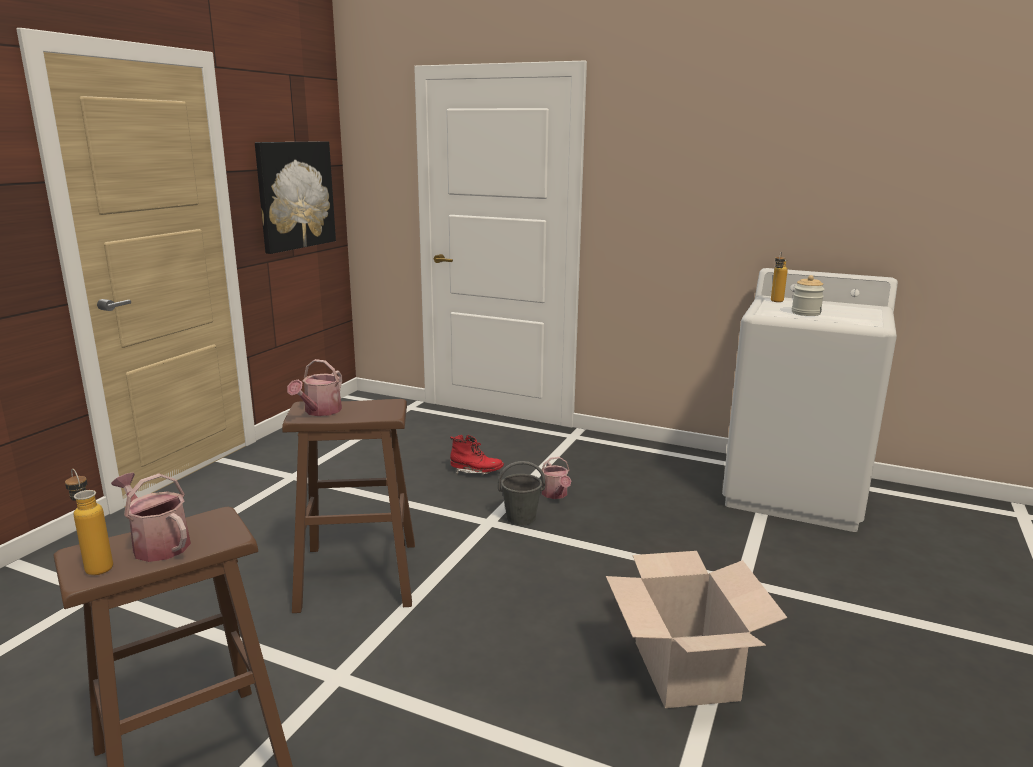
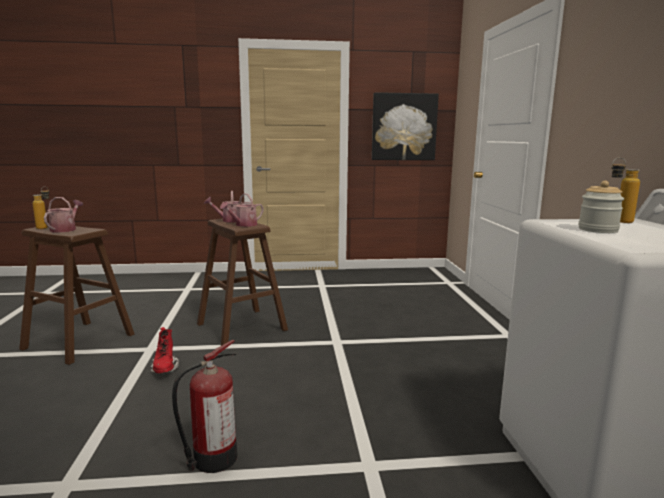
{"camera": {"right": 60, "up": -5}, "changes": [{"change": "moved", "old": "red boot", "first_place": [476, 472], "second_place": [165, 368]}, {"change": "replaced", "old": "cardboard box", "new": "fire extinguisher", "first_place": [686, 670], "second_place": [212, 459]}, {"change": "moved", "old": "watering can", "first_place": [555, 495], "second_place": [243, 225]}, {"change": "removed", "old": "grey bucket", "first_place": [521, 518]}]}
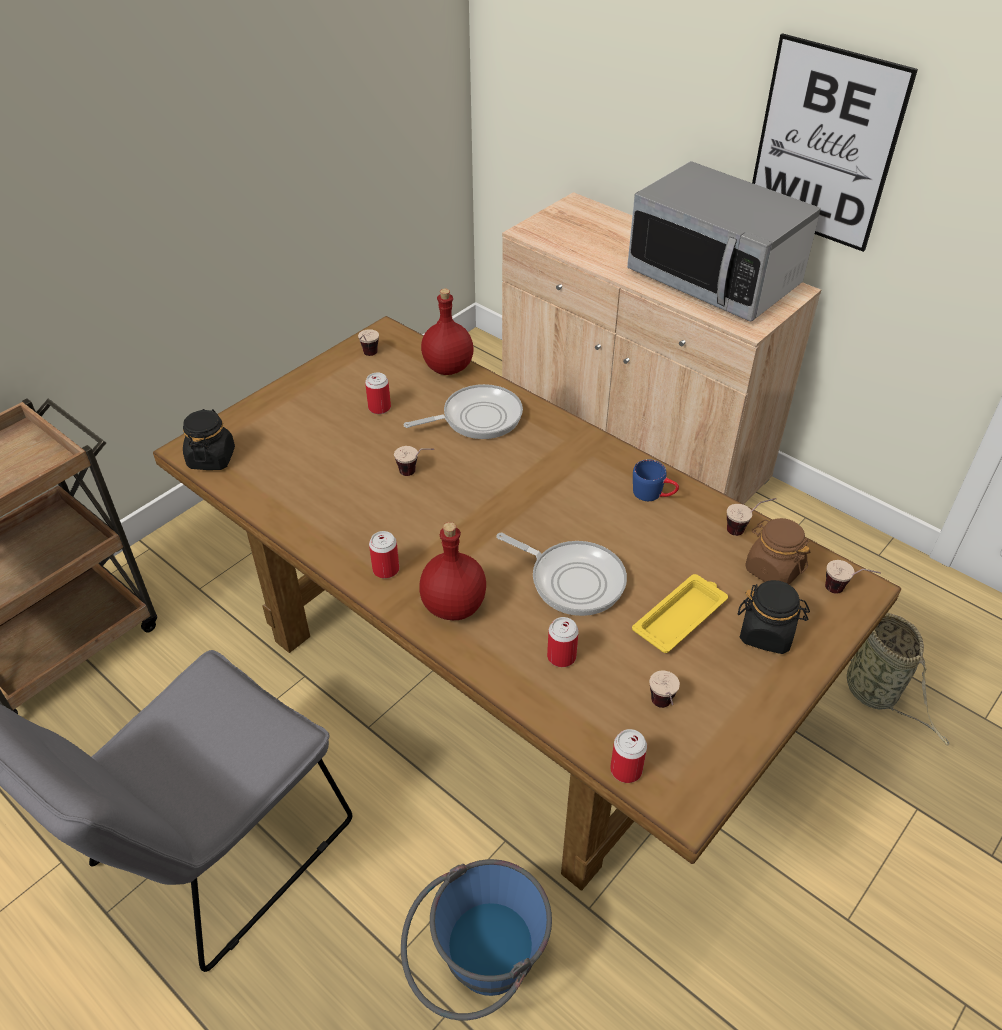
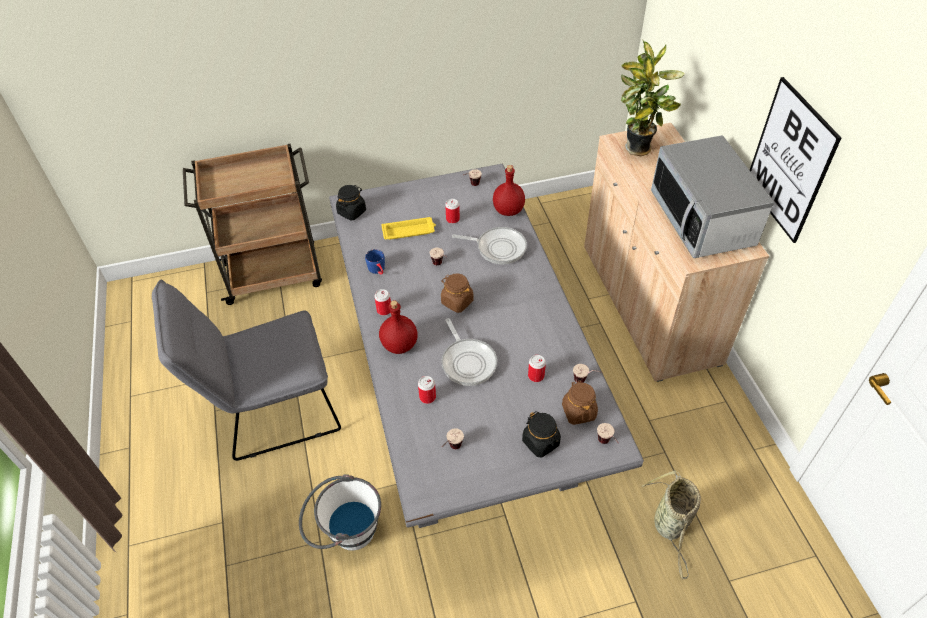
{"camera": {"right": 35, "up": 5}, "changes": [{"change": "recoloured", "old": "blue bucket", "new": "white bucket", "first_place": [477, 968], "second_place": [344, 531]}, {"change": "recoloured", "old": "brown dining table", "new": "grey dining table", "first_place": [497, 673], "second_place": [464, 396]}, {"change": "moved", "old": "blue mug", "first_place": [654, 494], "second_place": [378, 270]}, {"change": "moved", "old": "yellow tray", "first_place": [681, 617], "second_place": [409, 231]}, {"change": "added", "new": "brown jar", "second_place": [457, 302]}, {"change": "moved", "old": "can", "first_place": [626, 770], "second_place": [536, 376]}, {"change": "added", "new": "potted plant", "second_place": [638, 150]}]}
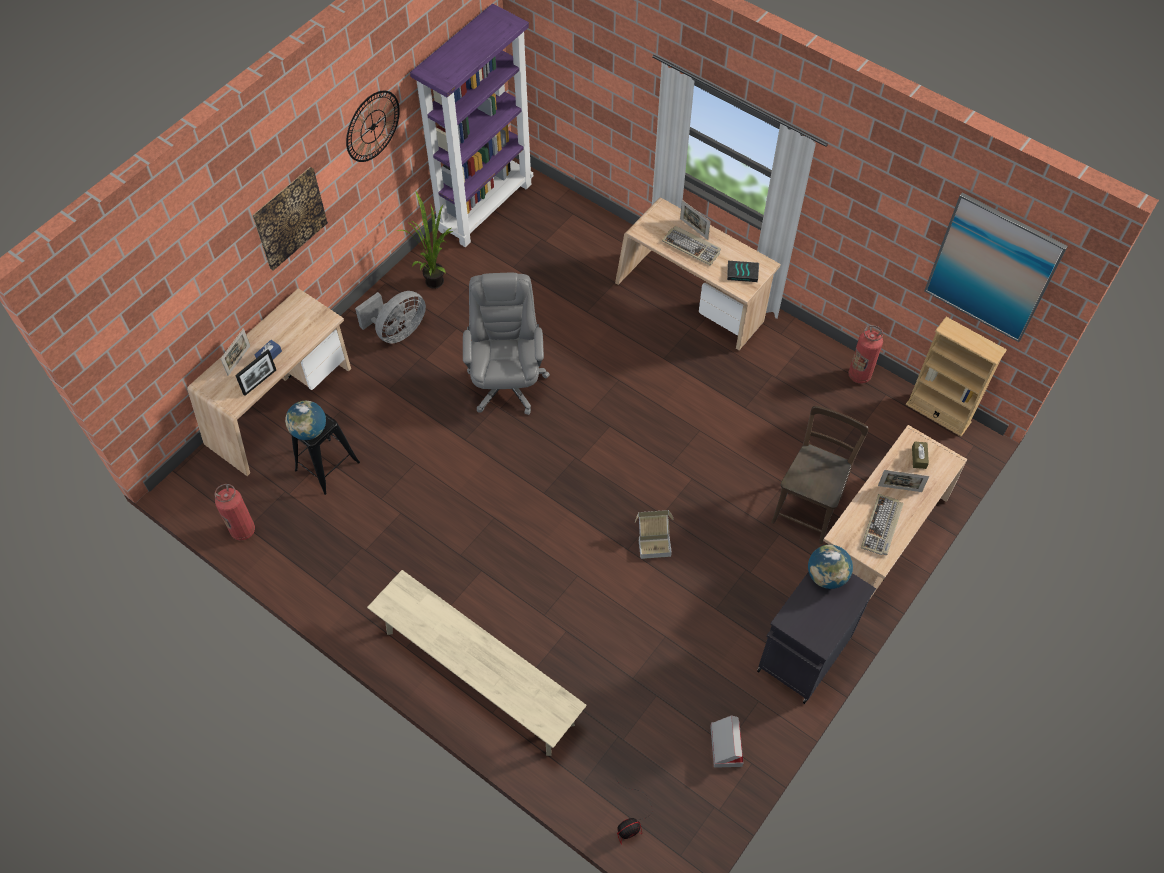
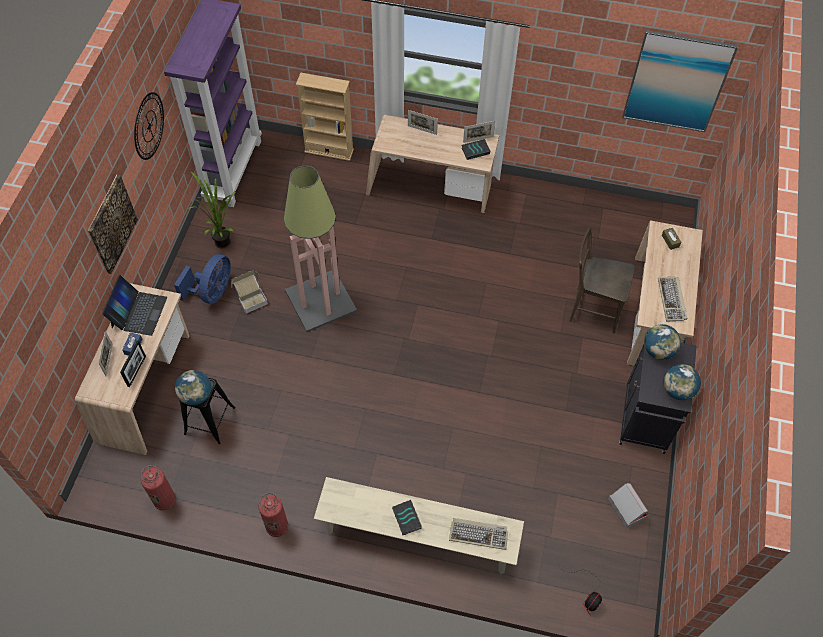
{"camera": {"right": -25, "up": 0}, "changes": [{"change": "added", "new": "laptop", "second_place": [138, 312]}, {"change": "recoloured", "old": "grey fan", "new": "blue fan", "first_place": [397, 331], "second_place": [212, 292]}, {"change": "moved", "old": "cardboard box", "first_place": [653, 541], "second_place": [251, 298]}, {"change": "moved", "old": "fire extinguisher", "first_place": [859, 375], "second_place": [277, 527]}, {"change": "replaced", "old": "grey office chair", "new": "floor lamp", "first_place": [507, 382], "second_place": [321, 300]}, {"change": "moved", "old": "beige bookcase", "first_place": [938, 413], "second_place": [329, 150]}, {"change": "added", "new": "book", "second_place": [407, 518]}, {"change": "moved", "old": "keyboard", "first_place": [692, 247], "second_place": [479, 534]}, {"change": "moved", "old": "picture frame", "first_place": [899, 488], "second_place": [478, 139]}, {"change": "turned", "old": "brown chair", "first_place": [808, 506], "second_place": [592, 309], "degrees": -75}, {"change": "added", "new": "globe", "second_place": [677, 390]}]}
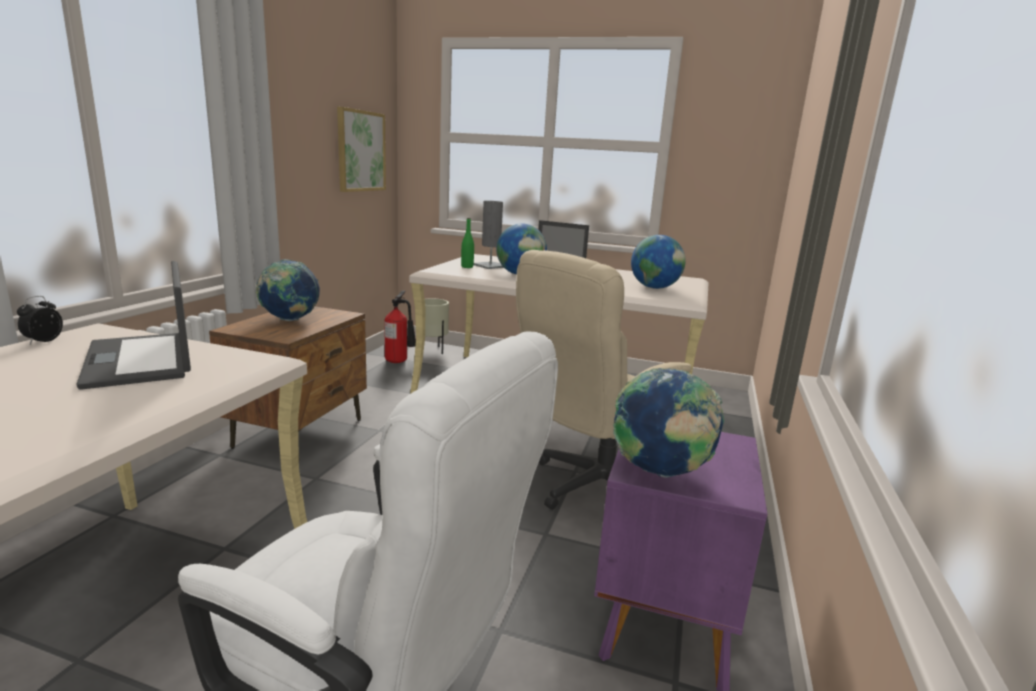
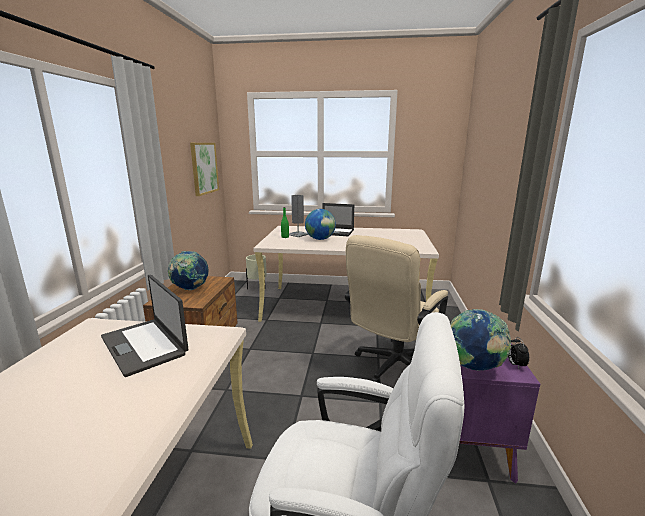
{"camera": {"right": -10, "up": 0}, "changes": [{"change": "moved", "old": "alarm clock", "first_place": [43, 341], "second_place": [515, 365]}, {"change": "removed", "old": "fire extinguisher", "first_place": [400, 362]}, {"change": "removed", "old": "globe", "first_place": [654, 288]}]}
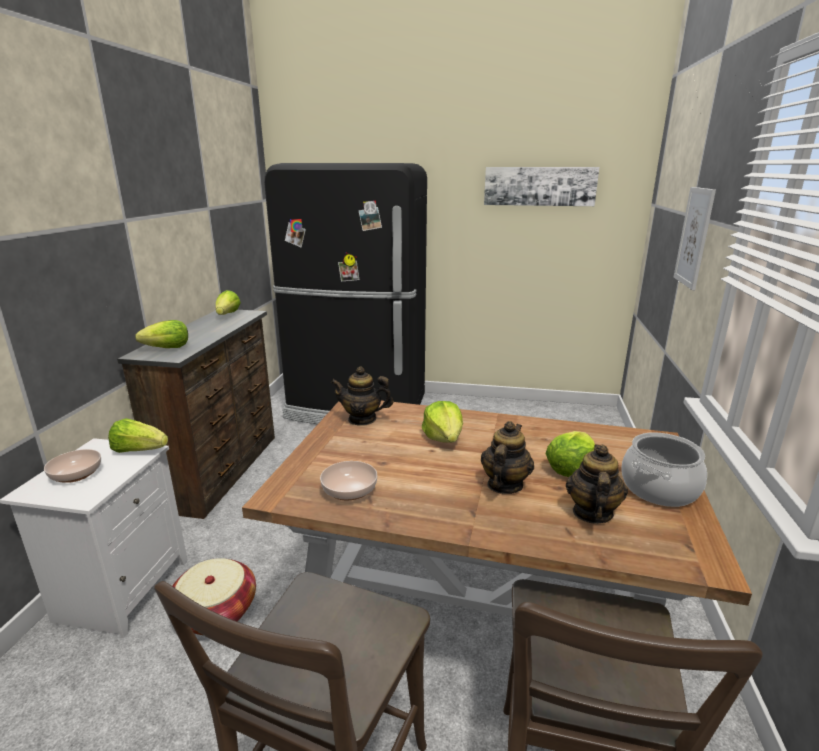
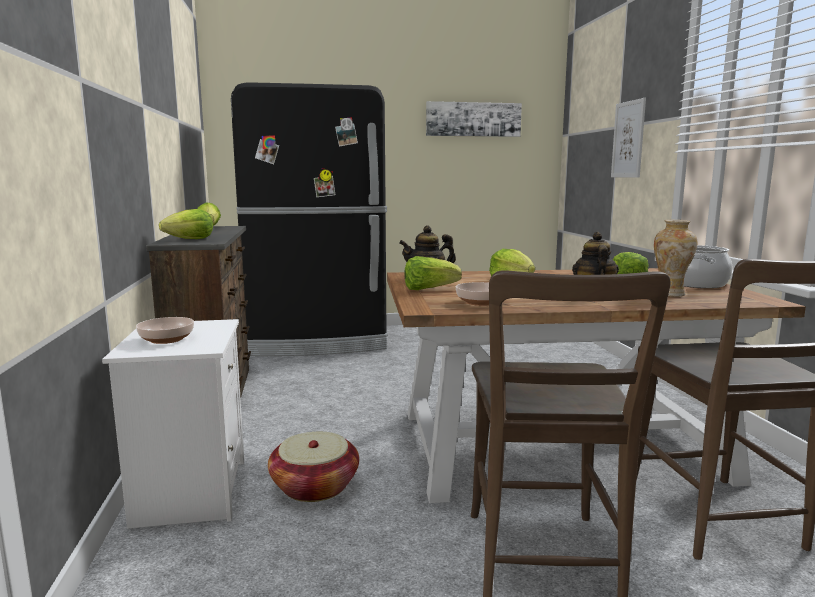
{"camera": {"right": -20, "up": -10}, "changes": [{"change": "moved", "old": "lettuce", "first_place": [139, 450], "second_place": [429, 289]}, {"change": "replaced", "old": "teapot", "new": "vase", "first_place": [591, 513], "second_place": [670, 294]}]}
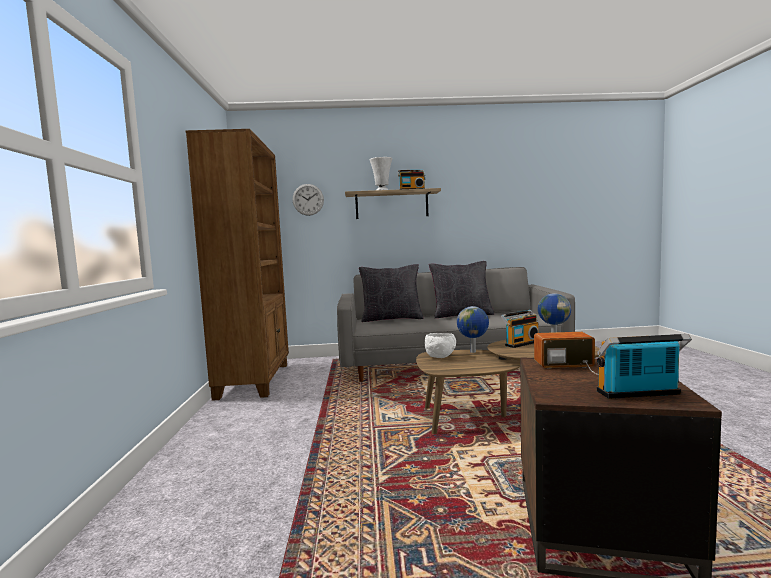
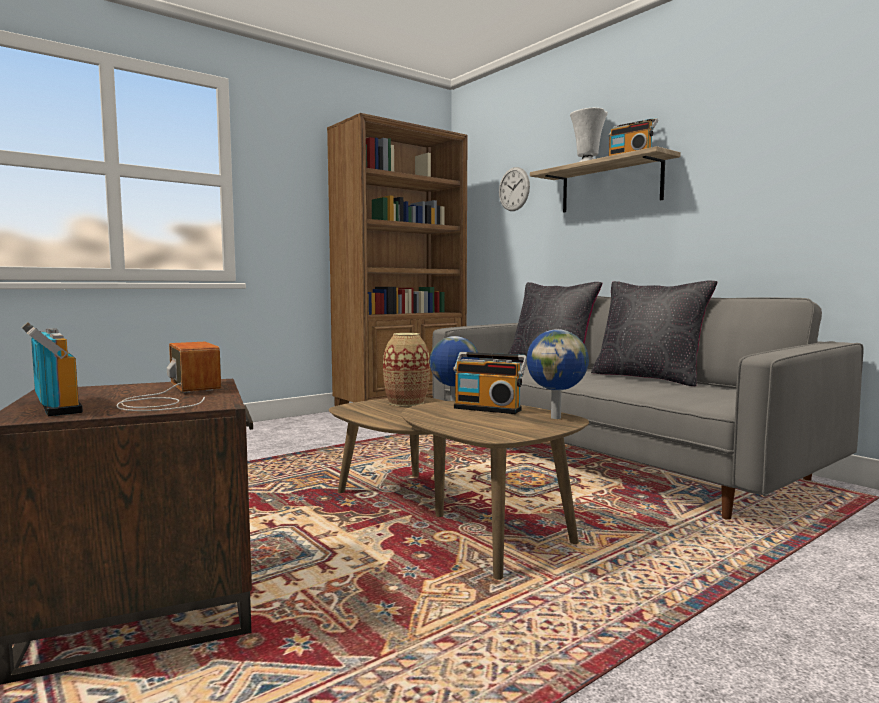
{"camera": {"right": 55, "up": 0}, "changes": [{"change": "replaced", "old": "white bowl", "new": "vase", "first_place": [440, 357], "second_place": [406, 402]}]}
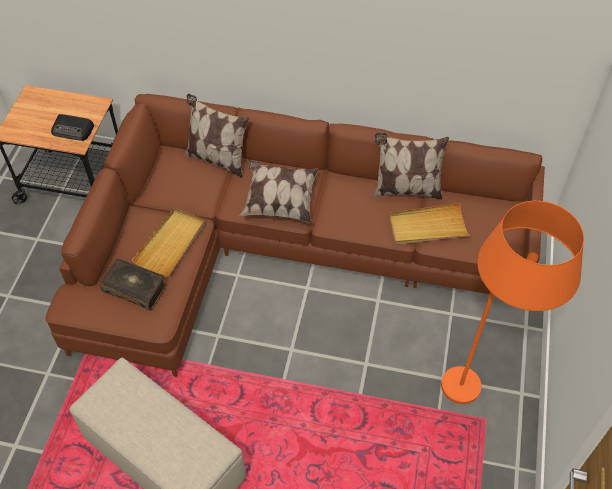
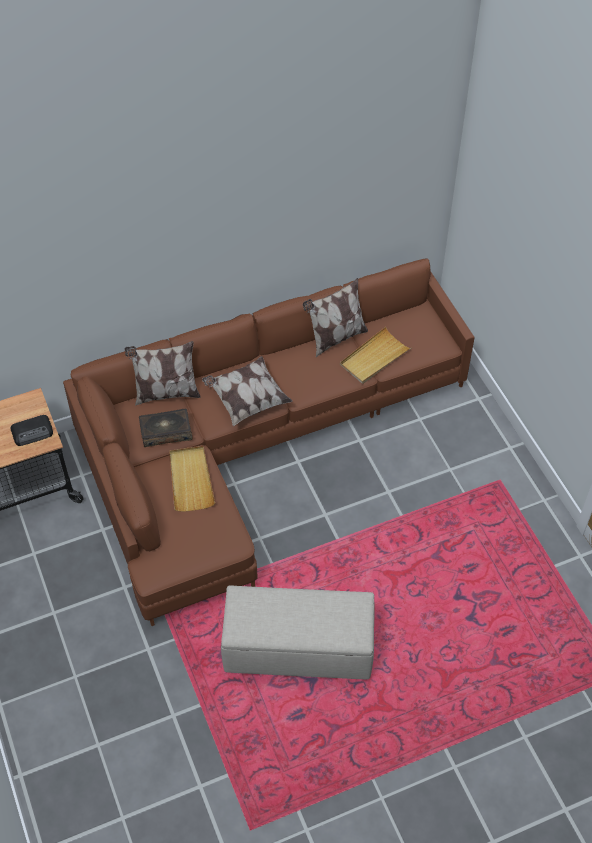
{"camera": {"right": -35, "up": 0}, "changes": [{"change": "moved", "old": "book", "first_place": [135, 288], "second_place": [166, 432]}, {"change": "removed", "old": "orange floor lamp", "first_place": [482, 385]}]}
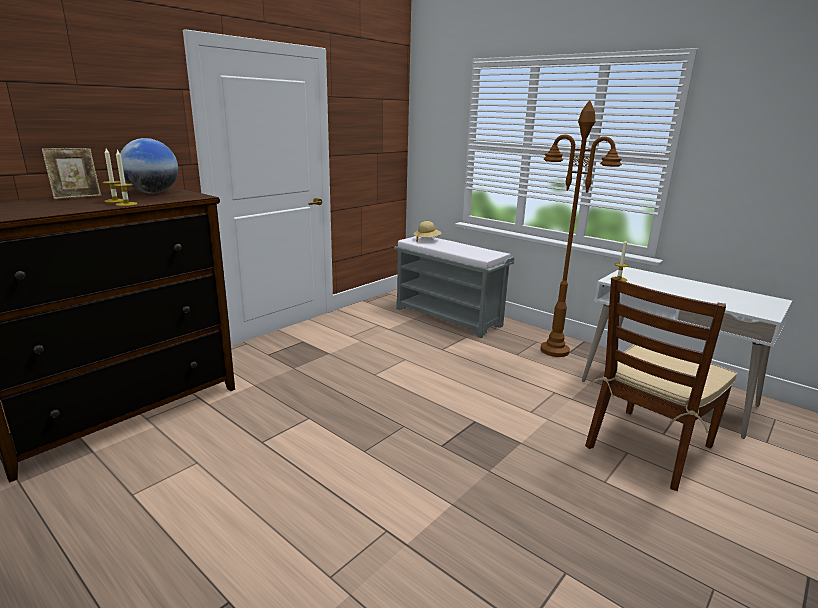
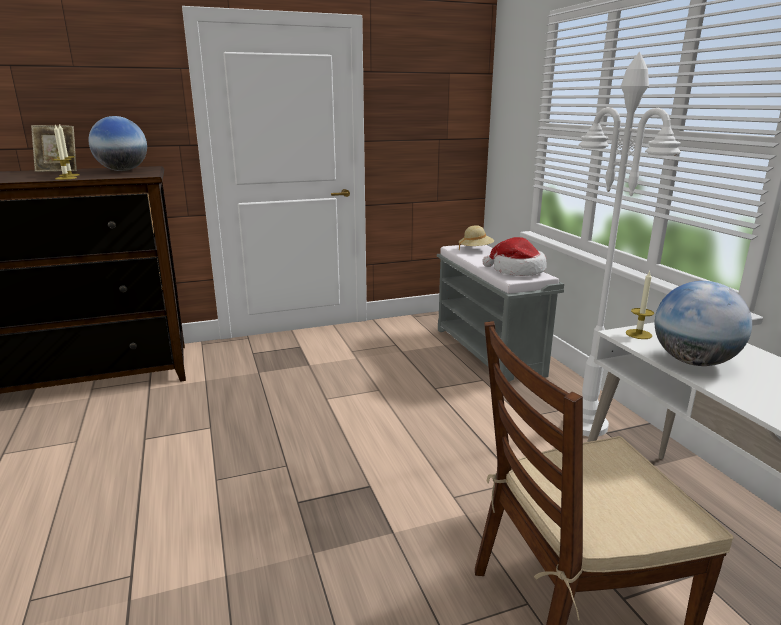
{"camera": {"right": 30, "up": 0}, "changes": [{"change": "added", "new": "hat", "second_place": [516, 271]}, {"change": "recoloured", "old": "brown floor lamp", "new": "white floor lamp", "first_place": [555, 350], "second_place": [586, 425]}, {"change": "added", "new": "globe", "second_place": [693, 362]}]}
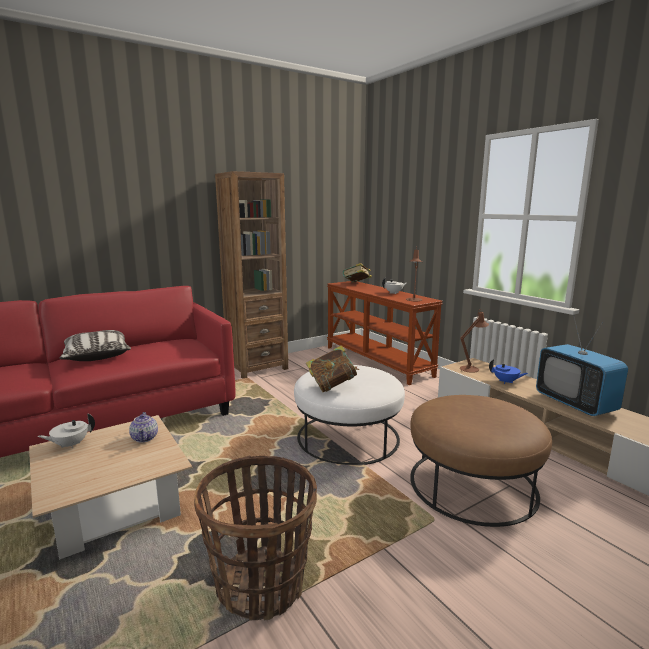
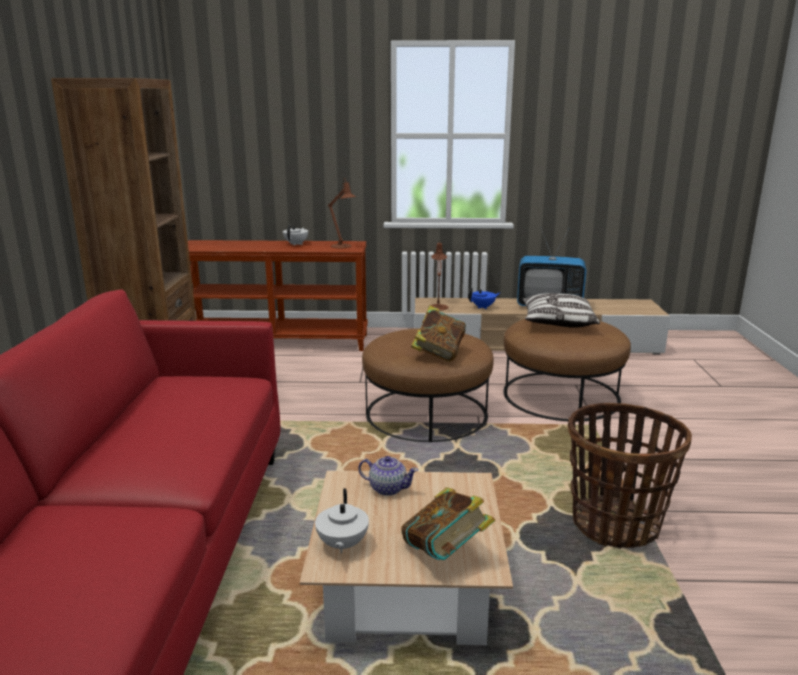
{"camera": {"right": -55, "up": 5}, "changes": [{"change": "recoloured", "old": "white ottoman", "new": "brown ottoman", "first_place": [348, 437], "second_place": [427, 413]}, {"change": "moved", "old": "book", "first_place": [357, 284], "second_place": [445, 552]}, {"change": "moved", "old": "pillow", "first_place": [96, 355], "second_place": [557, 323]}]}
